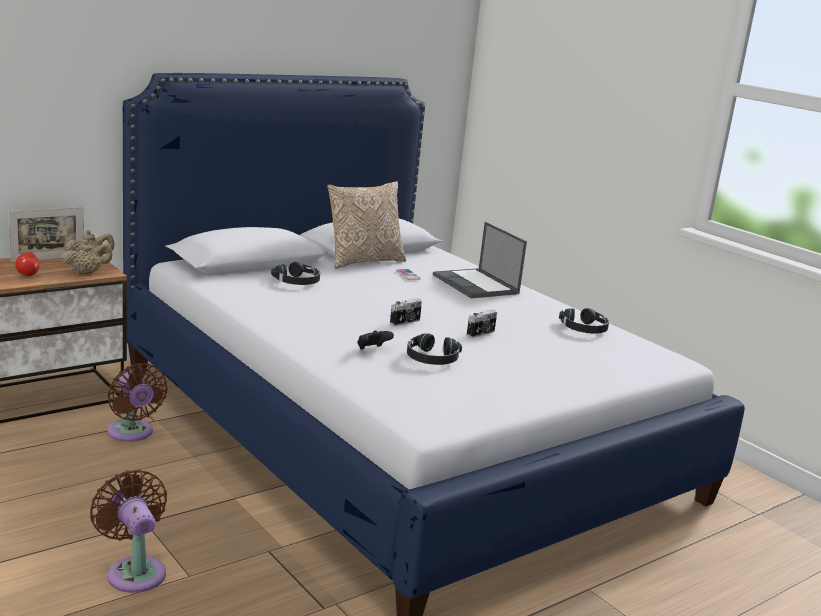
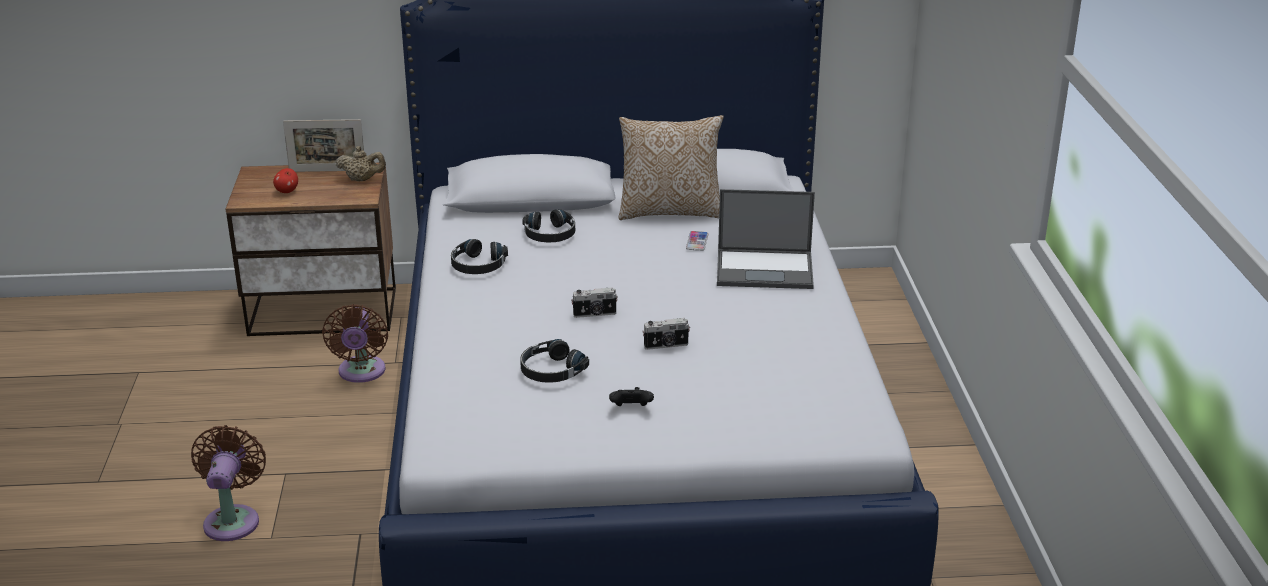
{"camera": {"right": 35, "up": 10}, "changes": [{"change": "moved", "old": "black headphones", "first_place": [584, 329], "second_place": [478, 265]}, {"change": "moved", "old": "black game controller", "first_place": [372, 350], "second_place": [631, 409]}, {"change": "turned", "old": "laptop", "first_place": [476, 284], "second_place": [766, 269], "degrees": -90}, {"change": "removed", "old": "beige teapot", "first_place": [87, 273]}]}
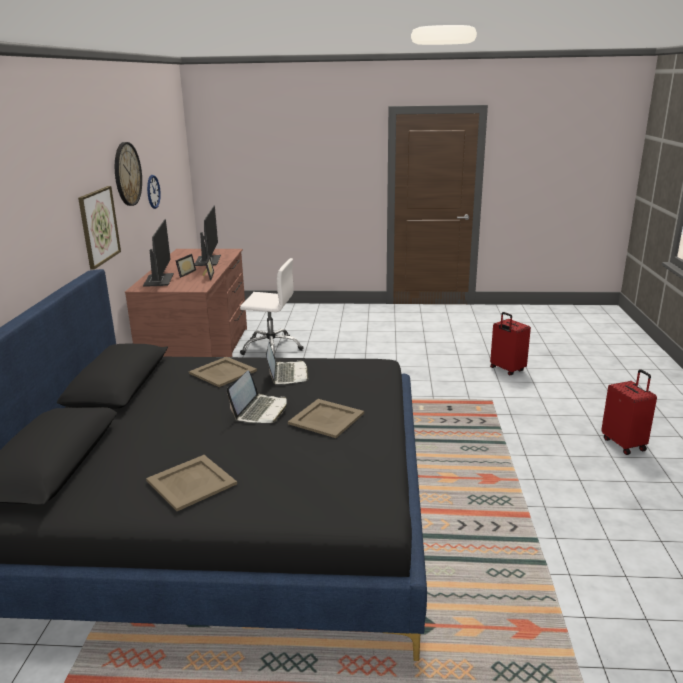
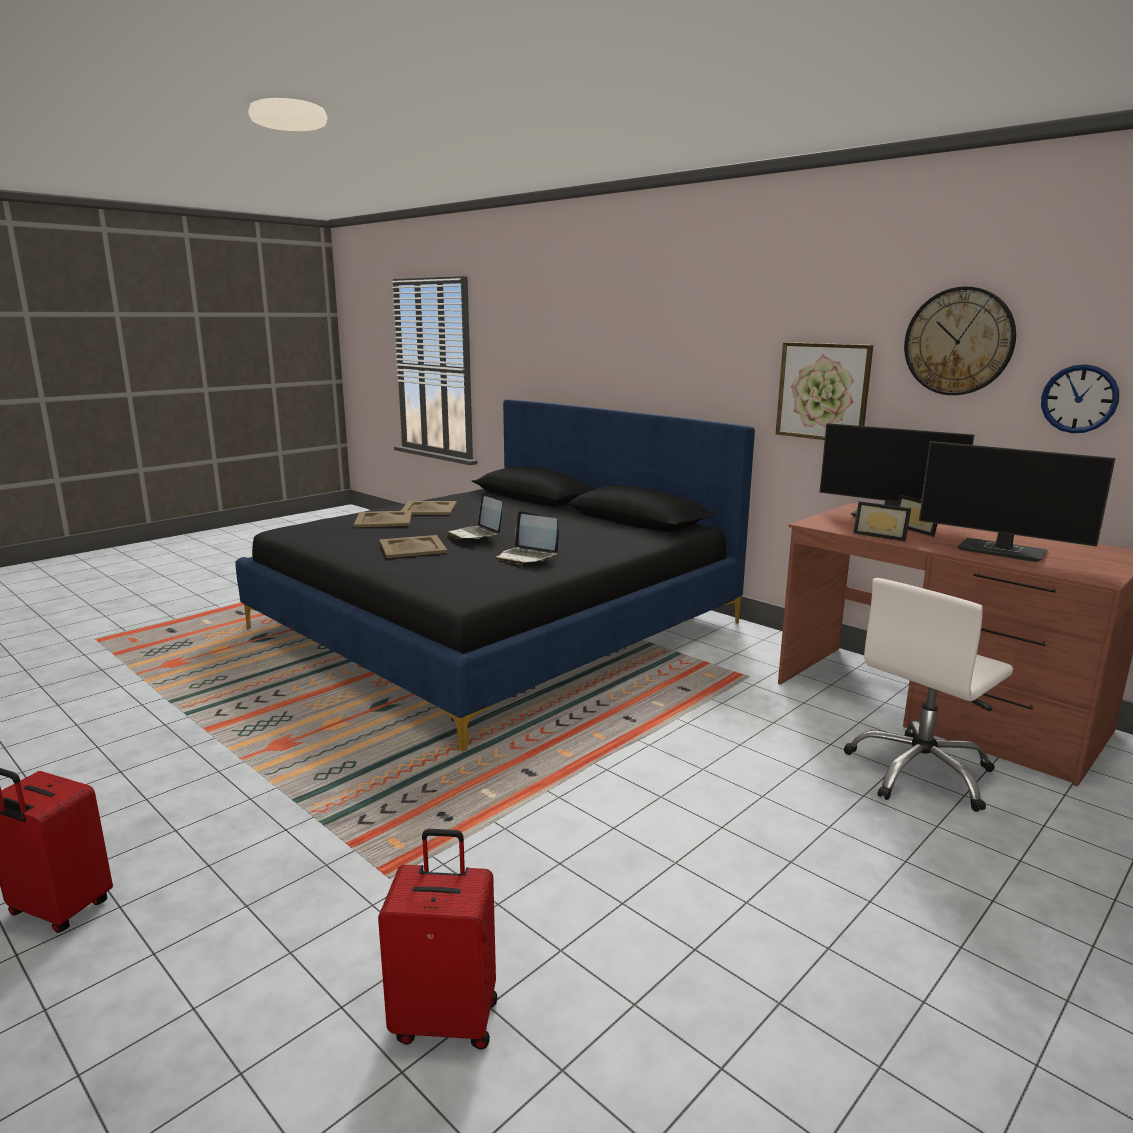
{"camera": {"right": 130, "up": -5}, "changes": [{"change": "moved", "old": "beige tray", "first_place": [222, 372], "second_place": [384, 519]}]}
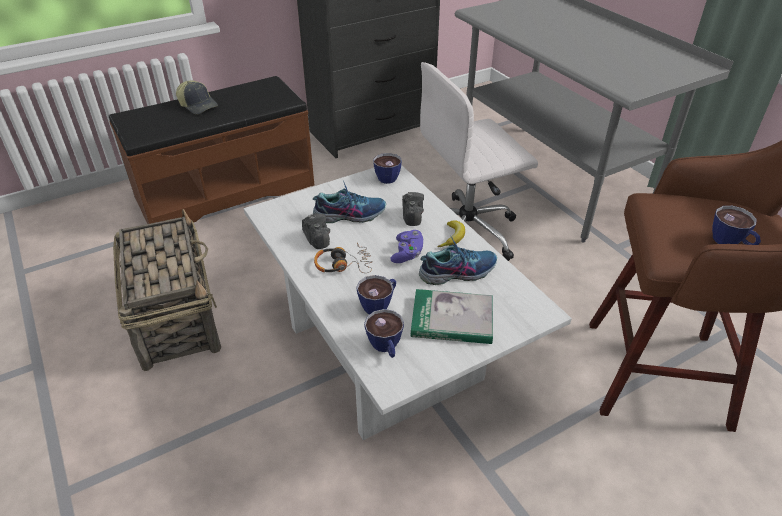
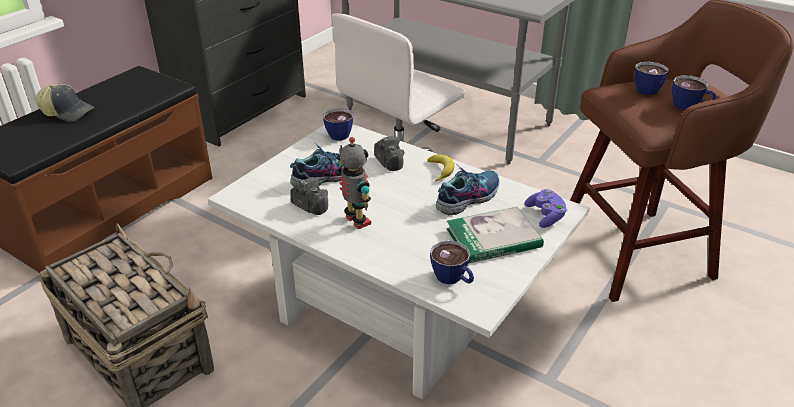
{"camera": {"right": -25, "up": -5}, "changes": [{"change": "replaced", "old": "headphones", "new": "toy robot", "first_place": [343, 264], "second_place": [356, 221]}, {"change": "moved", "old": "purple game controller", "first_place": [407, 253], "second_place": [545, 216]}, {"change": "moved", "old": "cup", "first_place": [379, 304], "second_place": [647, 88]}]}
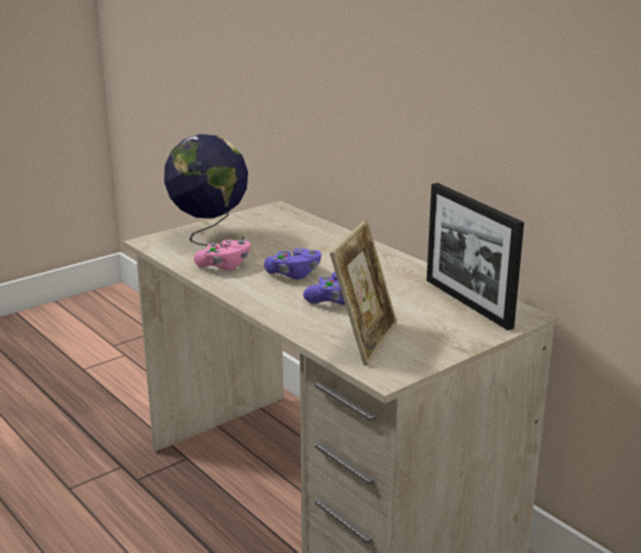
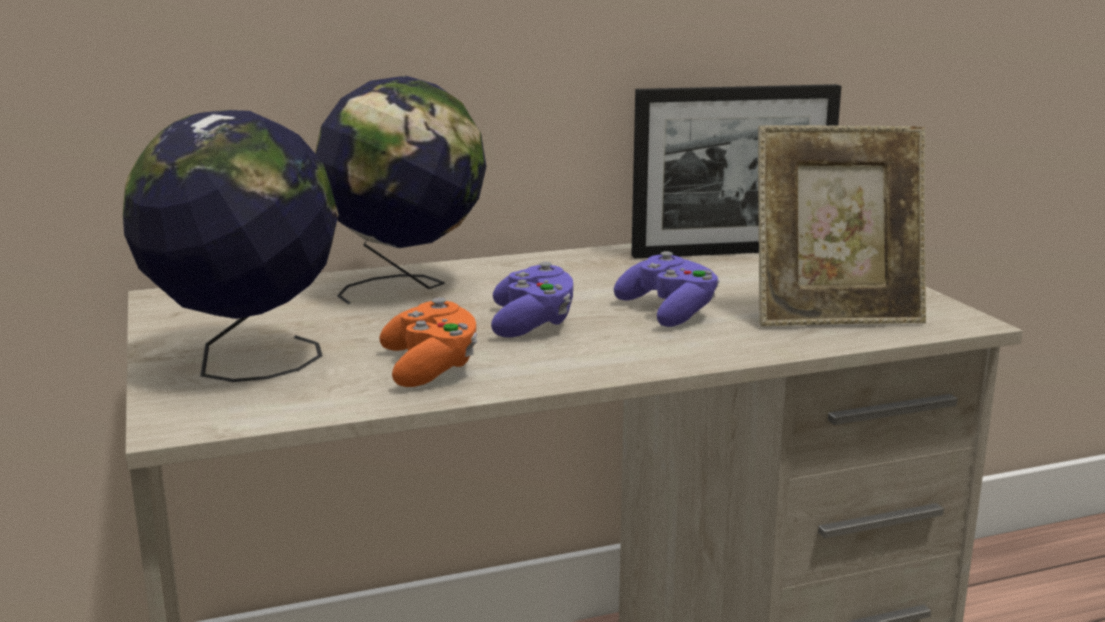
{"camera": {"right": -70, "up": -5}, "changes": [{"change": "added", "new": "globe", "second_place": [406, 288]}, {"change": "recoloured", "old": "pink game controller", "new": "orange game controller", "first_place": [224, 266], "second_place": [431, 367]}, {"change": "turned", "old": "picture frame", "first_place": [364, 340], "second_place": [834, 315], "degrees": 135}]}
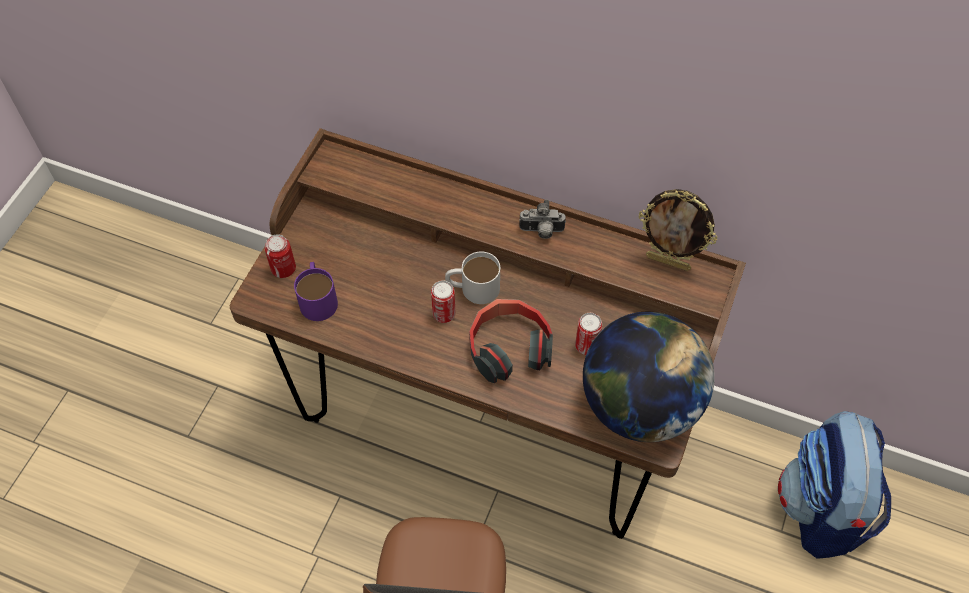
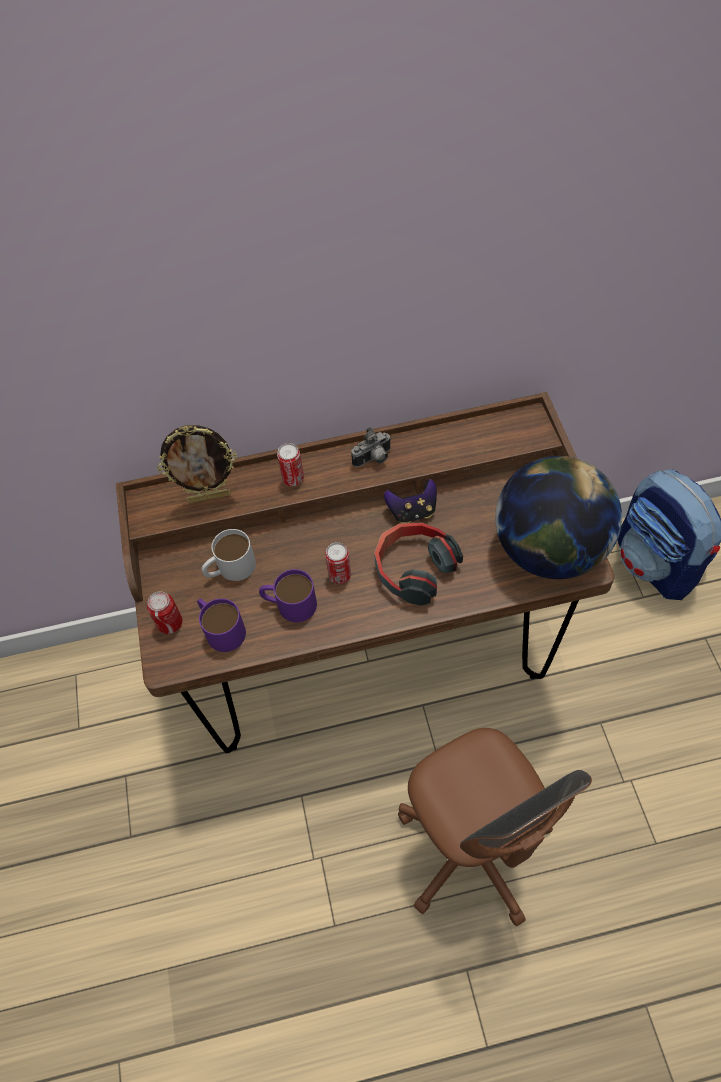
{"camera": {"right": -30, "up": 0}, "changes": [{"change": "moved", "old": "picture frame", "first_place": [668, 262], "second_place": [209, 497]}, {"change": "moved", "old": "white mug", "first_place": [472, 288], "second_place": [230, 568]}, {"change": "added", "new": "purple mug", "second_place": [289, 604]}, {"change": "moved", "old": "can", "first_place": [586, 346], "second_place": [293, 478]}, {"change": "added", "new": "game controller", "second_place": [412, 511]}]}
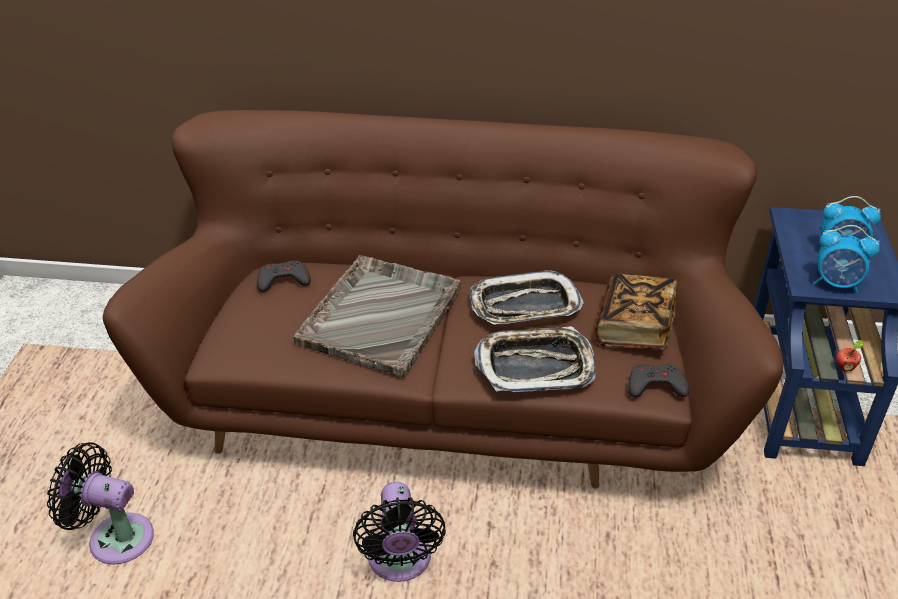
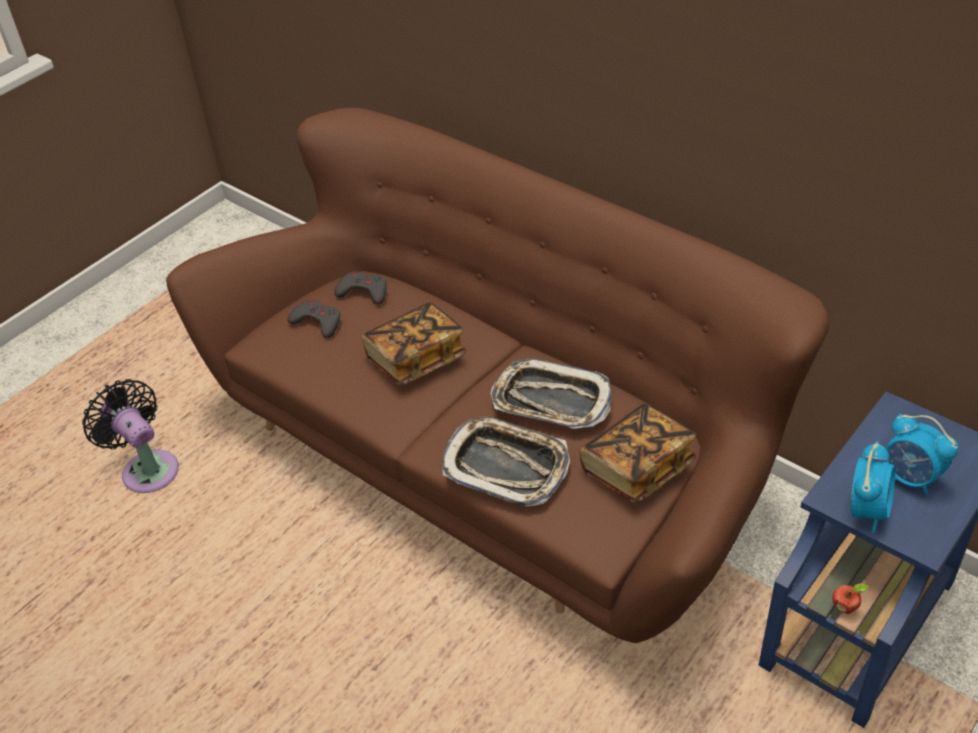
{"camera": {"right": 35, "up": 5}, "changes": [{"change": "moved", "old": "grey game controller", "first_place": [656, 385], "second_place": [317, 322]}, {"change": "replaced", "old": "grey tray", "new": "book", "first_place": [381, 315], "second_place": [415, 358]}, {"change": "turned", "old": "alarm clock", "first_place": [837, 284], "second_place": [867, 510], "degrees": -120}, {"change": "removed", "old": "black fan", "first_place": [400, 563]}]}
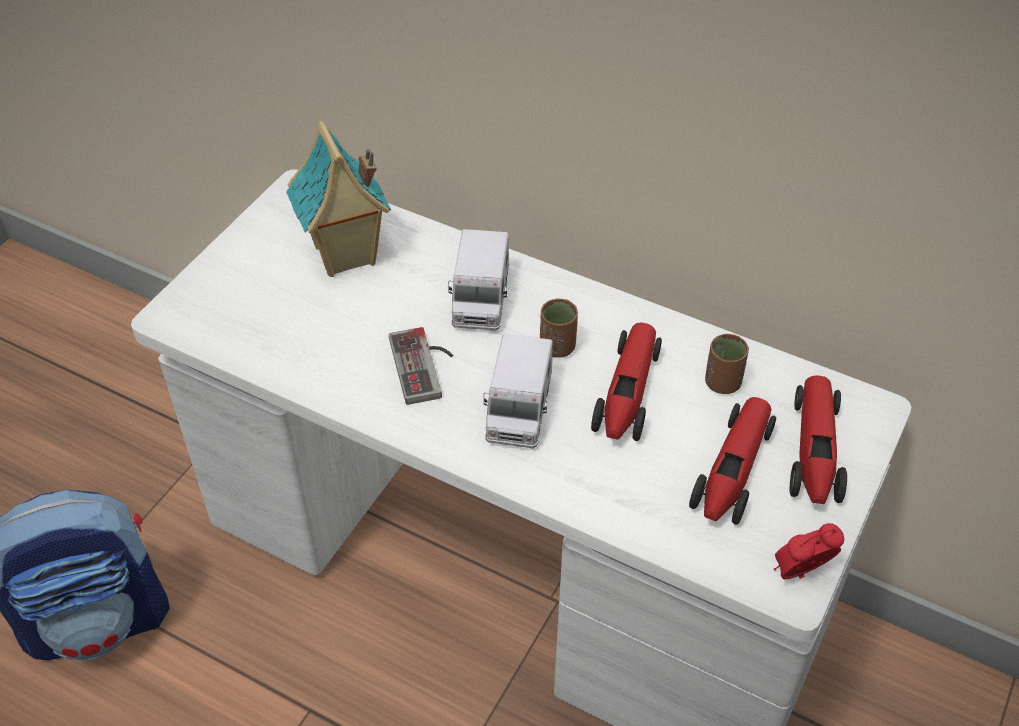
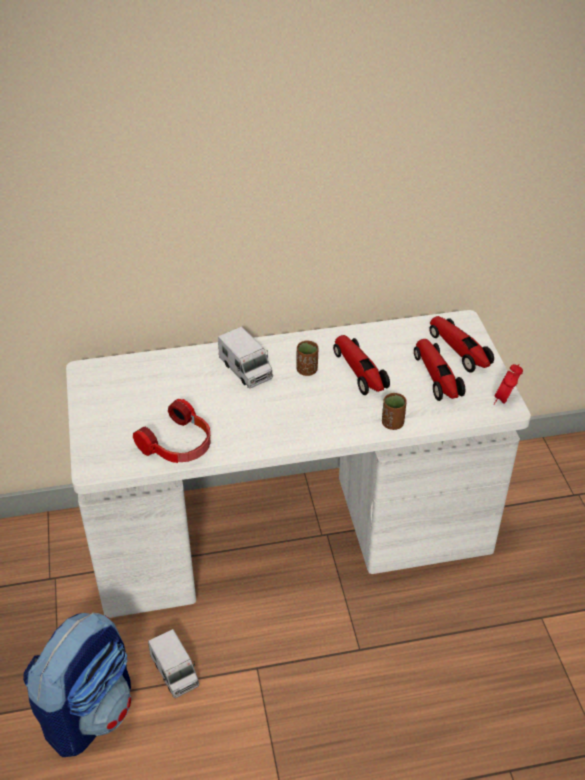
{"camera": {"right": -40, "up": -5}, "changes": [{"change": "added", "new": "headphones", "second_place": [179, 445]}, {"change": "moved", "old": "toy truck", "first_place": [518, 409], "second_place": [174, 672]}, {"change": "moved", "old": "brown cup", "first_place": [722, 383], "second_place": [392, 423]}, {"change": "removed", "old": "toy house", "first_place": [345, 257]}, {"change": "removed", "old": "game controller", "first_place": [426, 366]}]}
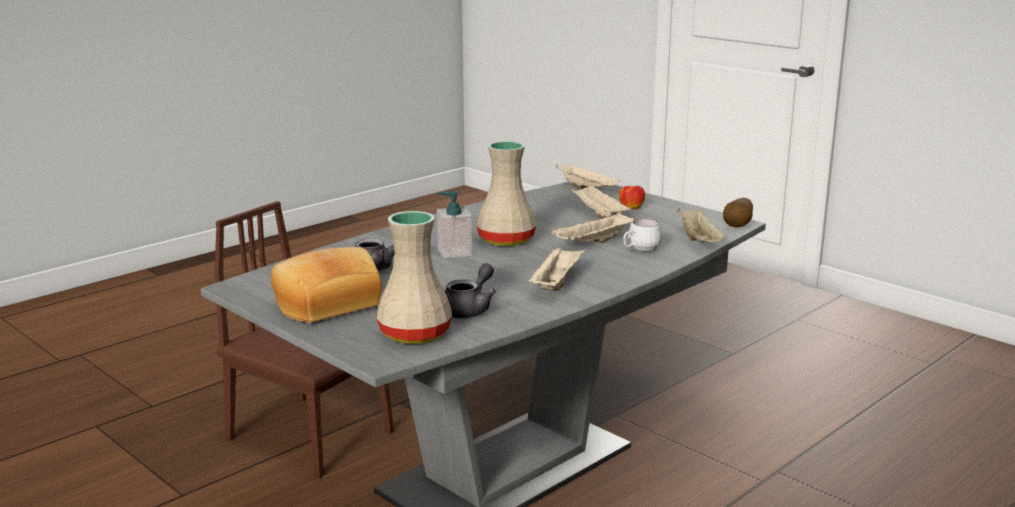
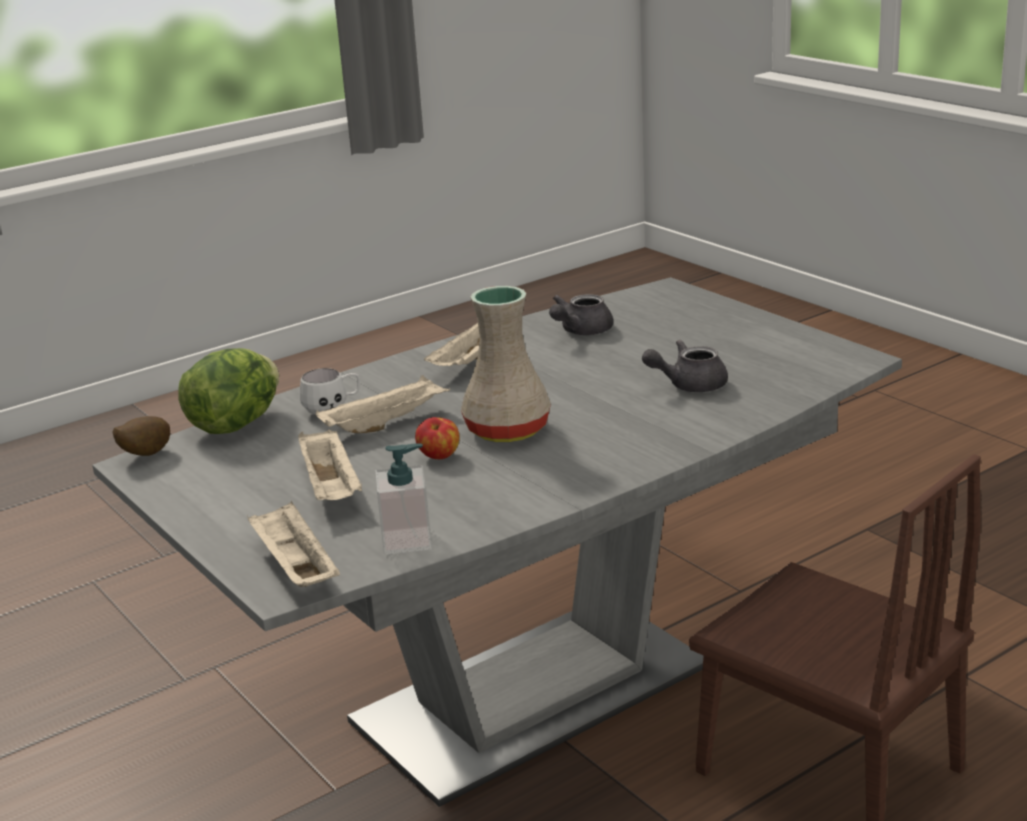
{"camera": {"right": -170, "up": 5}, "changes": [{"change": "replaced", "old": "beige tray", "new": "lettuce", "first_place": [699, 241], "second_place": [236, 424]}, {"change": "moved", "old": "soap dispenser", "first_place": [454, 252], "second_place": [407, 540]}, {"change": "moved", "old": "apple", "first_place": [631, 208], "second_place": [439, 456]}, {"change": "removed", "old": "bread", "first_place": [326, 304]}, {"change": "removed", "old": "beige vase", "first_place": [414, 335]}]}
